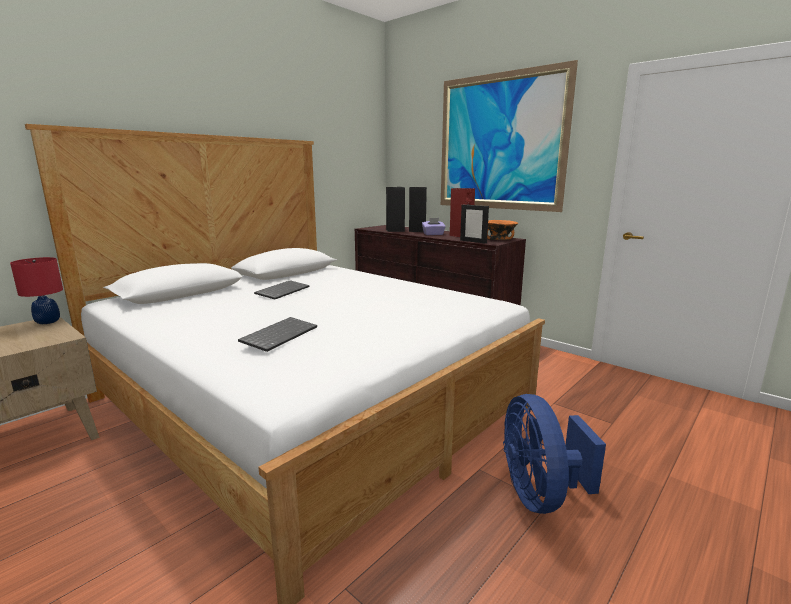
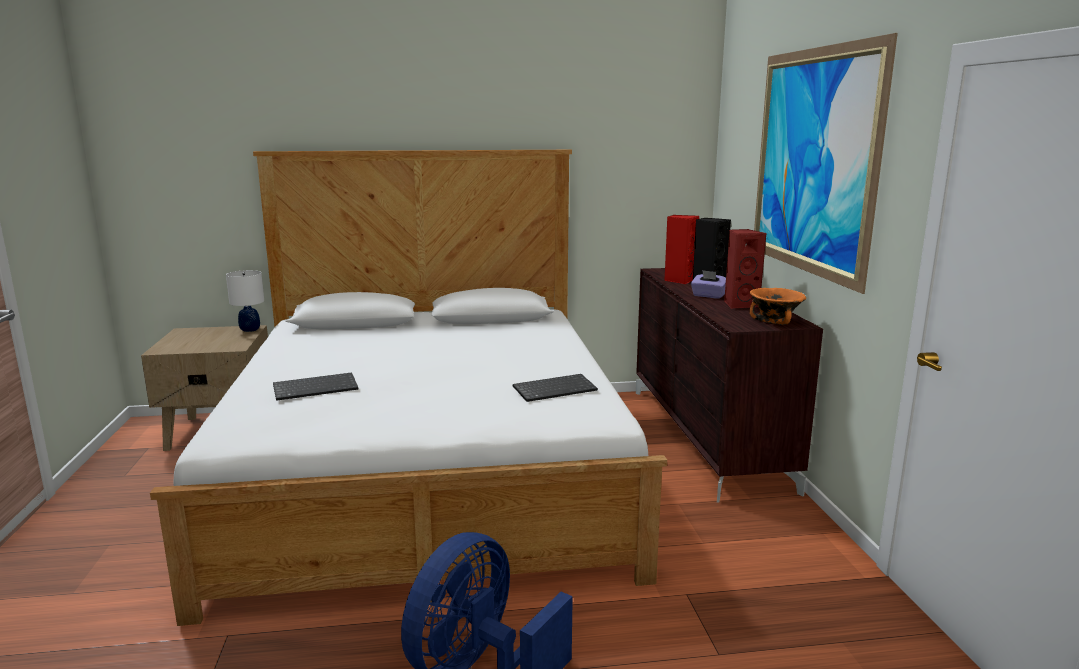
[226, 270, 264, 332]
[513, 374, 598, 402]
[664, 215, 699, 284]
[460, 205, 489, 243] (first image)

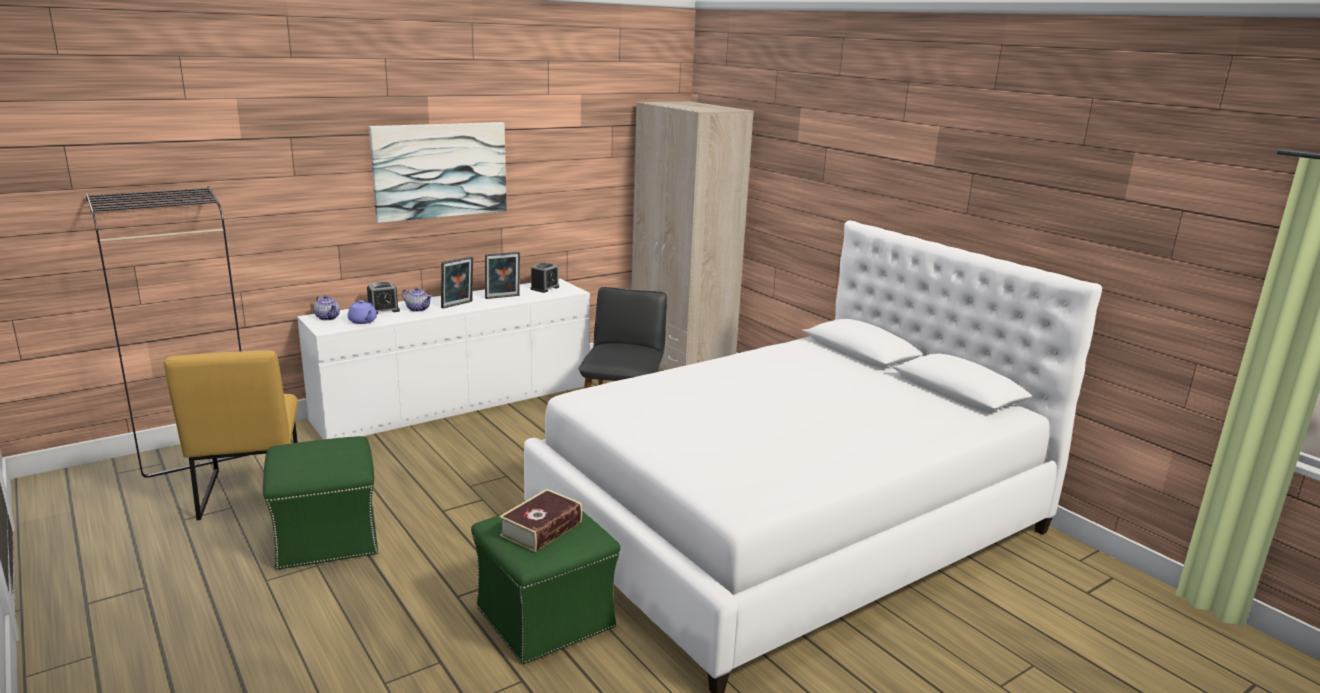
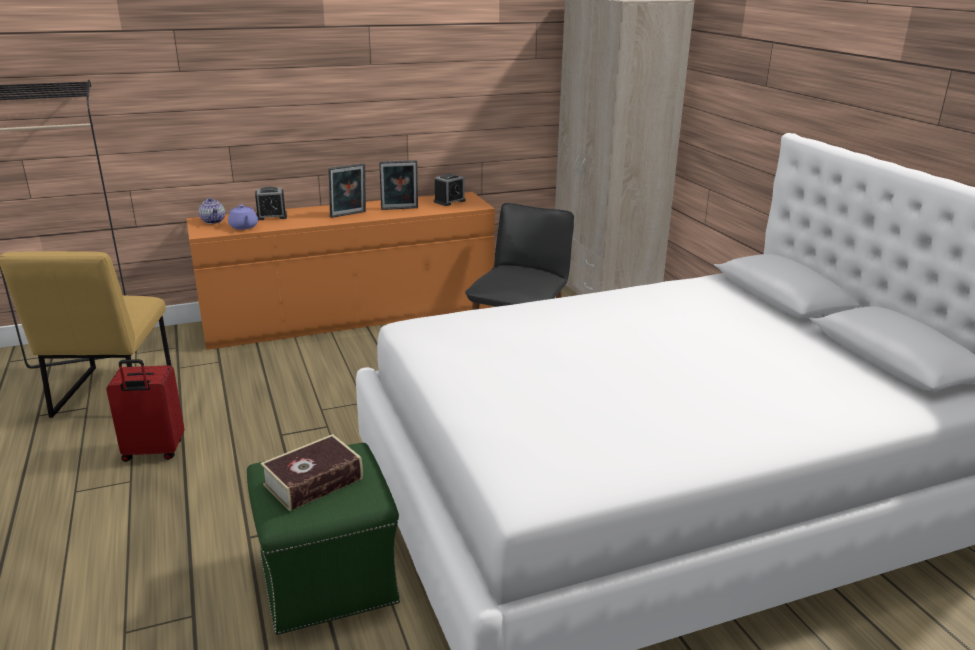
[106, 359, 185, 462]
[186, 192, 495, 350]
[369, 122, 507, 223] (first image)
[402, 287, 432, 312] (first image)

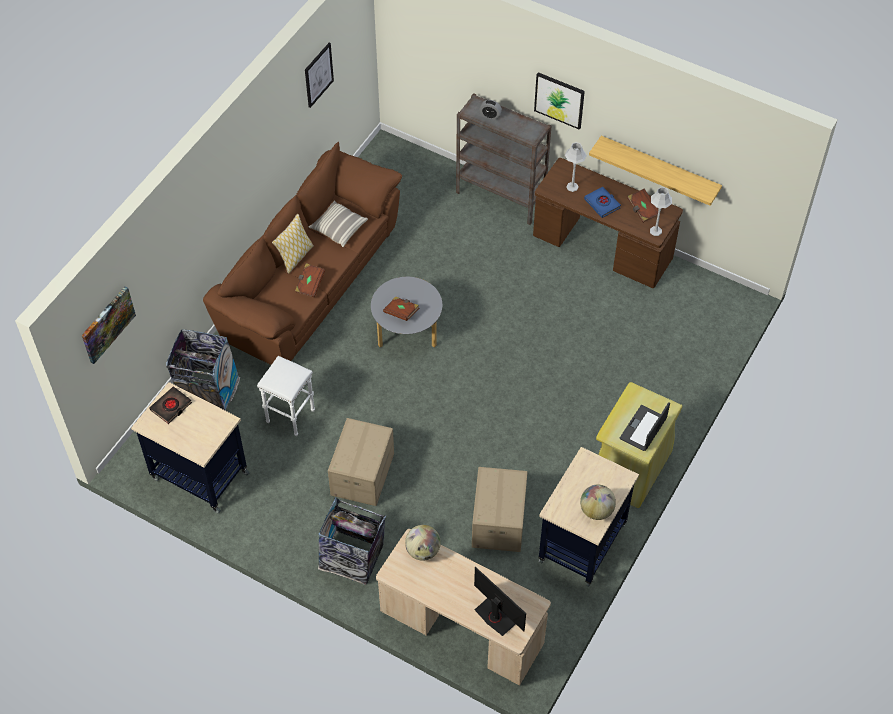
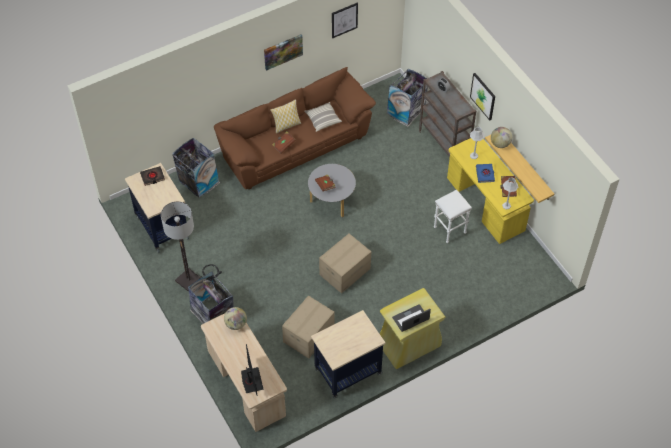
[264, 34, 303, 71]
[434, 190, 472, 243]
[319, 234, 371, 293]
[447, 138, 534, 244]
[491, 127, 512, 148]
[161, 201, 222, 292]
[387, 69, 428, 127]

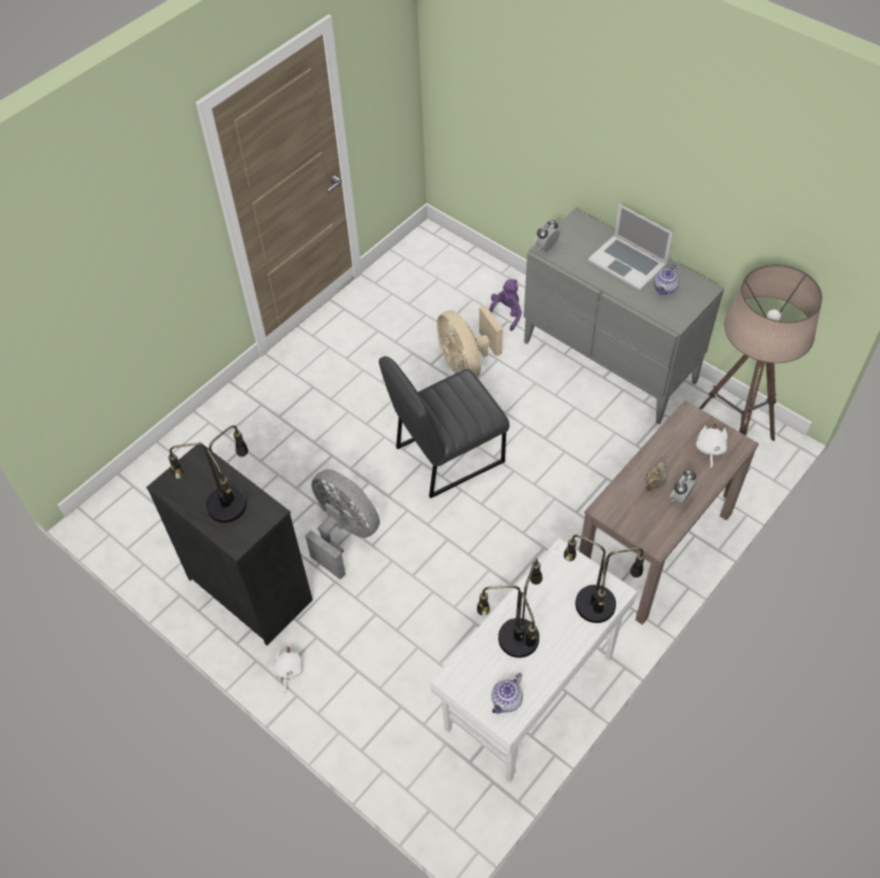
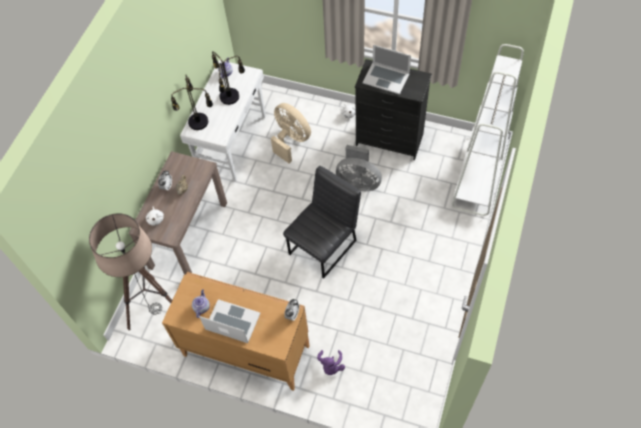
[362, 45, 411, 94]
[271, 103, 311, 163]
[162, 272, 310, 391]
[452, 44, 524, 216]

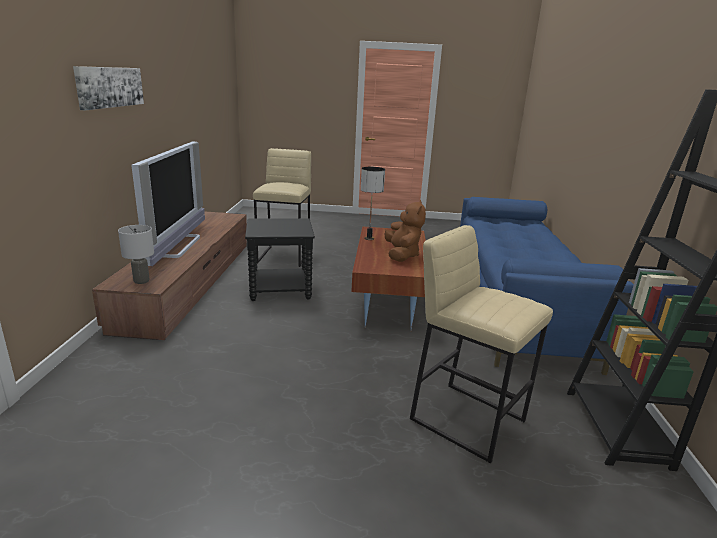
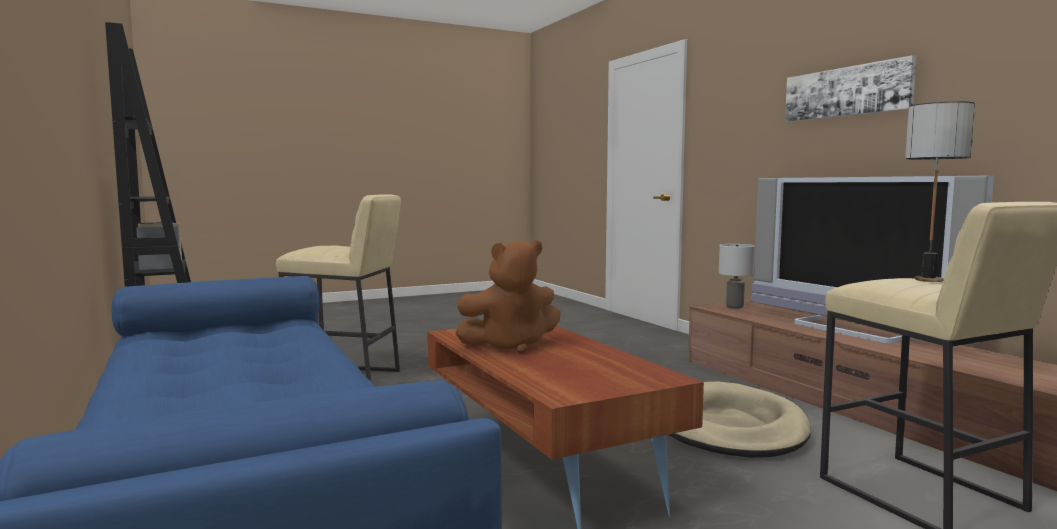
[669, 381, 811, 458]
[905, 101, 975, 282]
[455, 240, 561, 354]

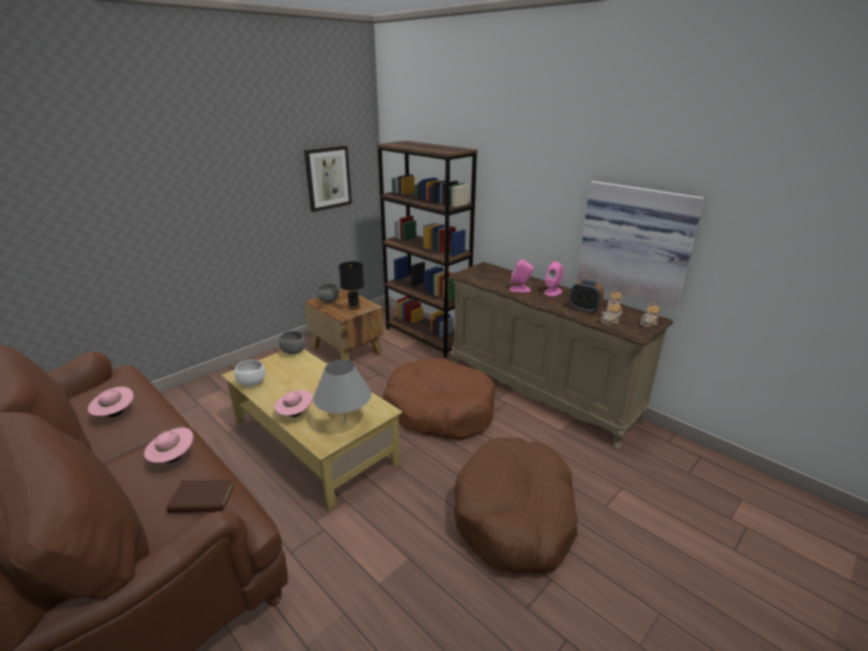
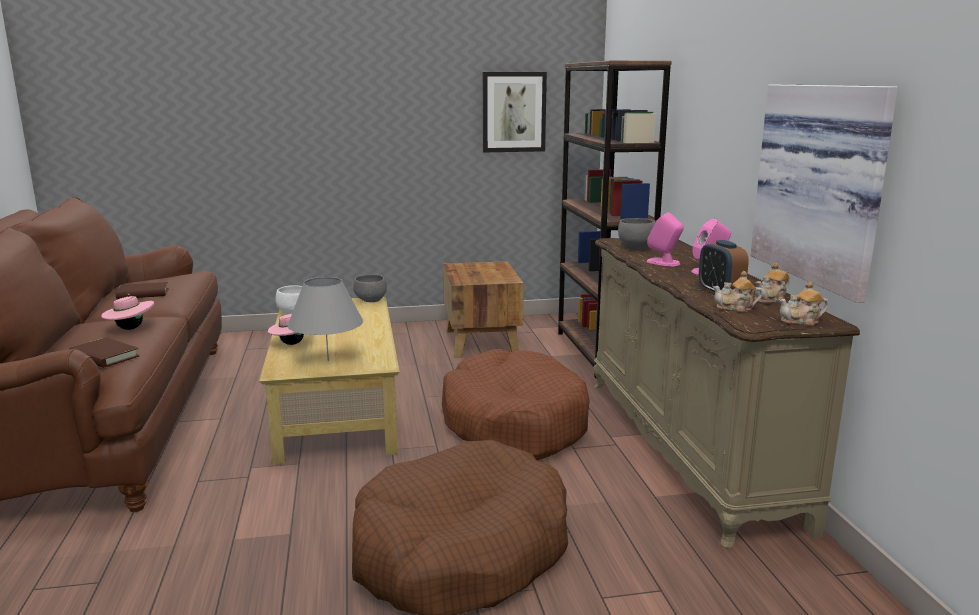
[116, 282, 169, 299]
[618, 218, 655, 250]
[339, 261, 364, 310] (first image)

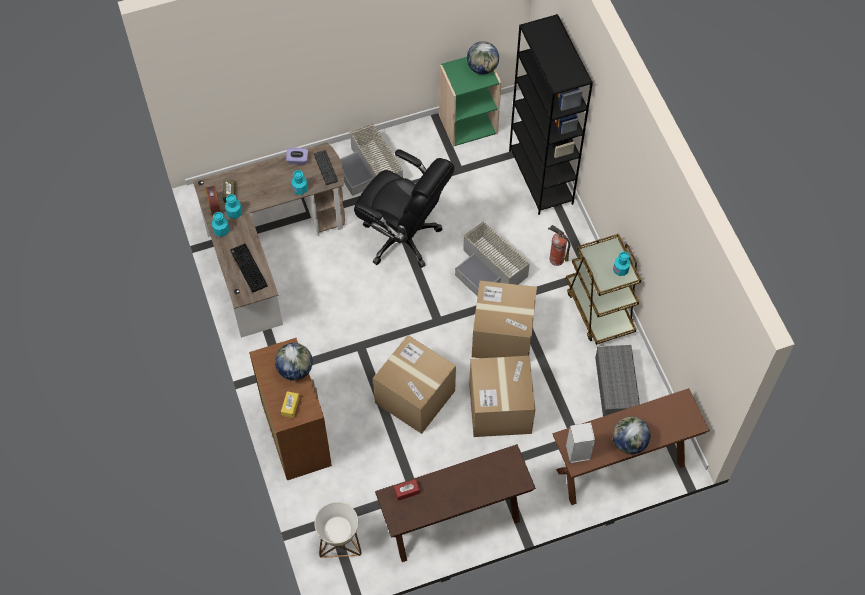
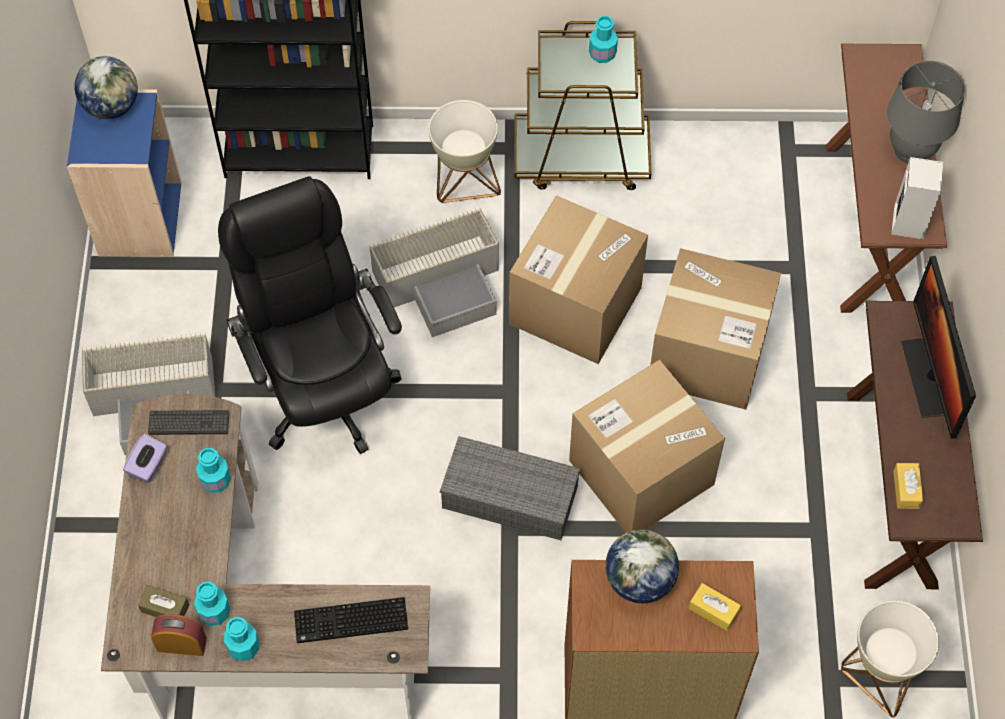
[218, 176, 402, 454]
[893, 463, 923, 509]
[67, 89, 182, 257]
[428, 100, 501, 203]
[440, 436, 580, 540]
[887, 61, 965, 164]
[901, 256, 976, 439]

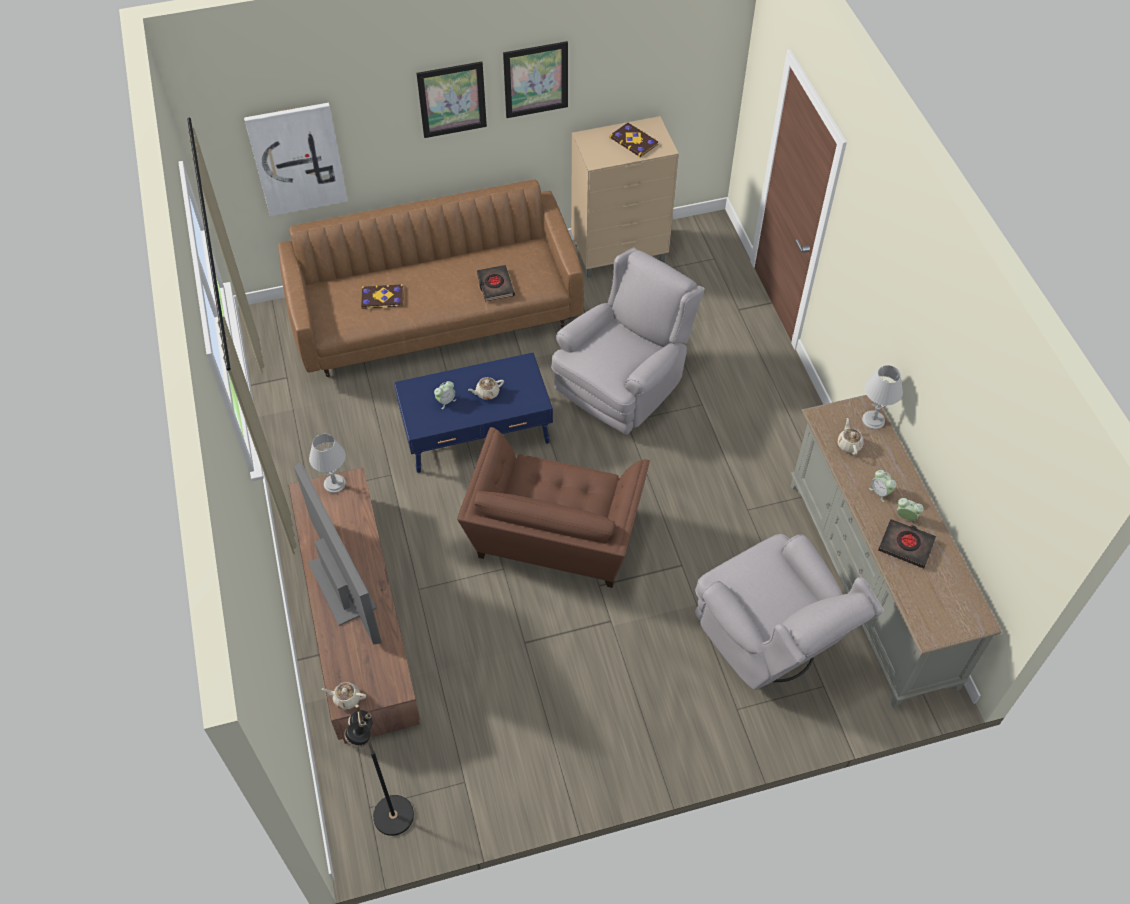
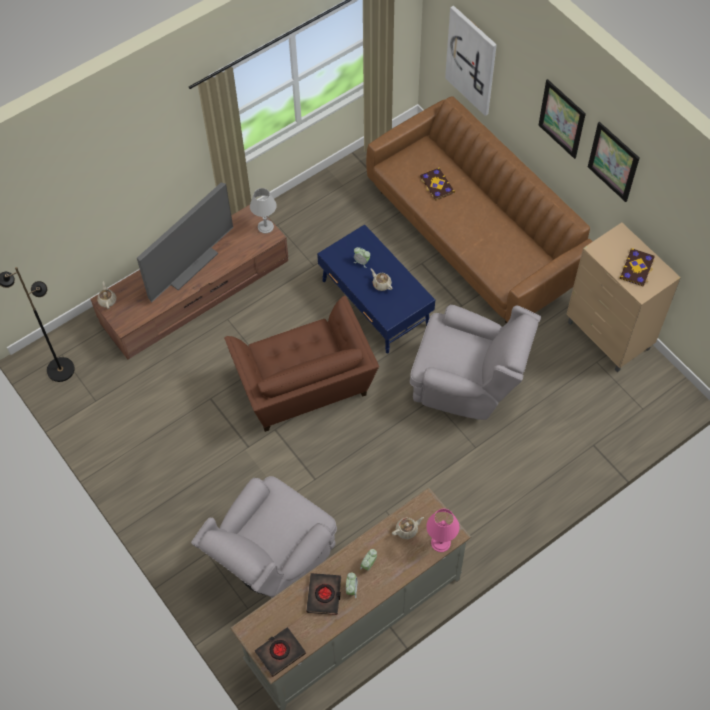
[224, 296, 379, 432]
[255, 627, 306, 677]
[426, 509, 459, 552]

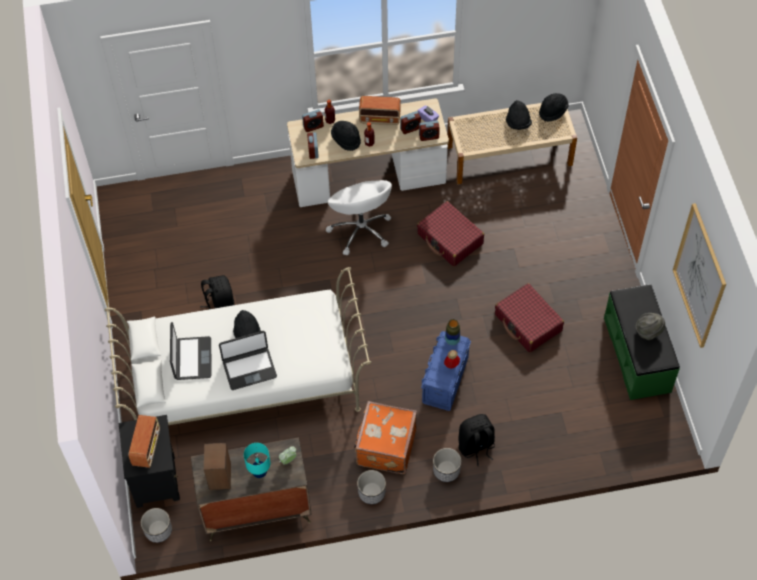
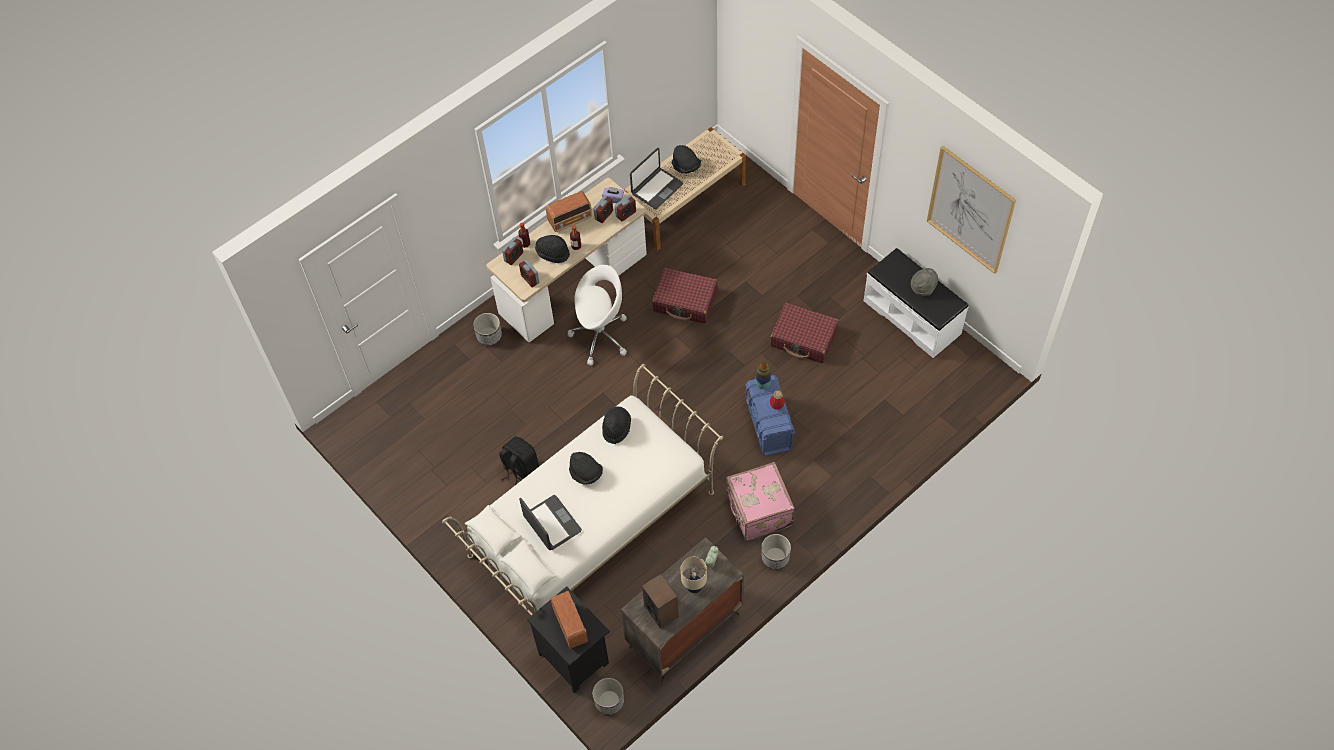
[630, 148, 683, 209]
[681, 557, 707, 593]
[568, 265, 627, 366]
[726, 462, 795, 541]
[473, 313, 502, 346]
[458, 414, 495, 466] (first image)
[602, 406, 631, 444]
[864, 248, 968, 358]

